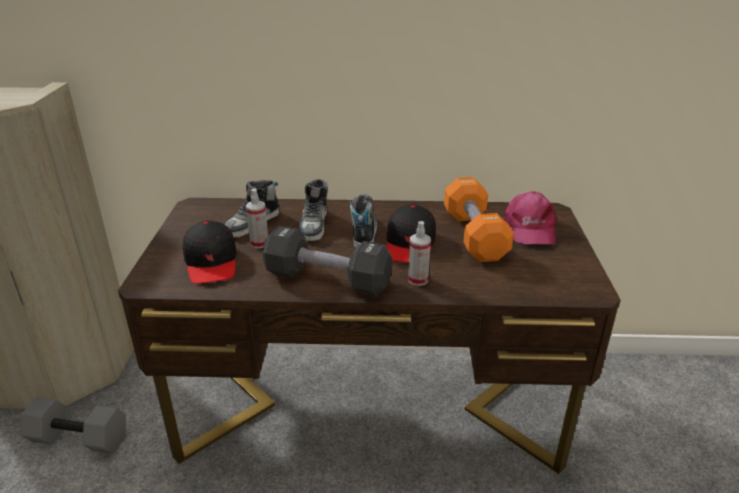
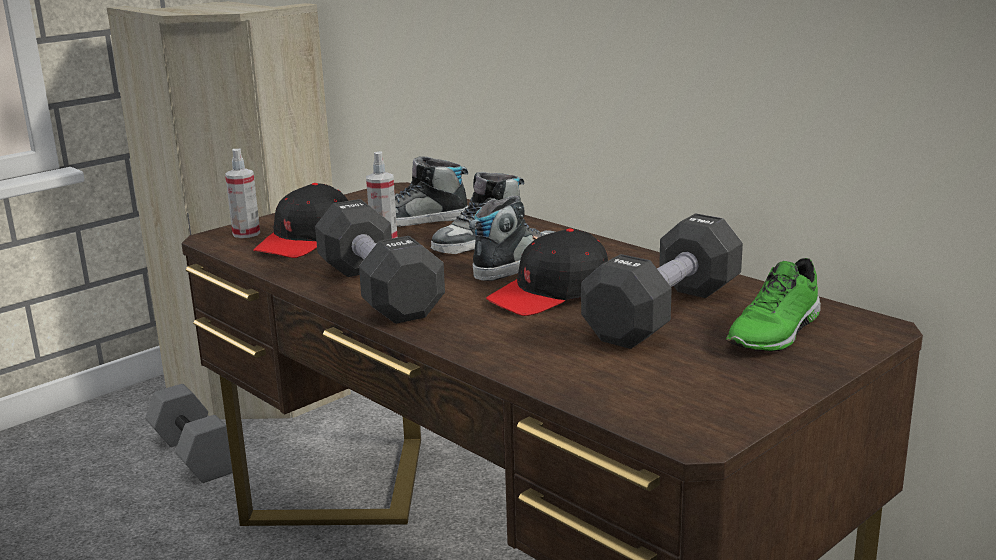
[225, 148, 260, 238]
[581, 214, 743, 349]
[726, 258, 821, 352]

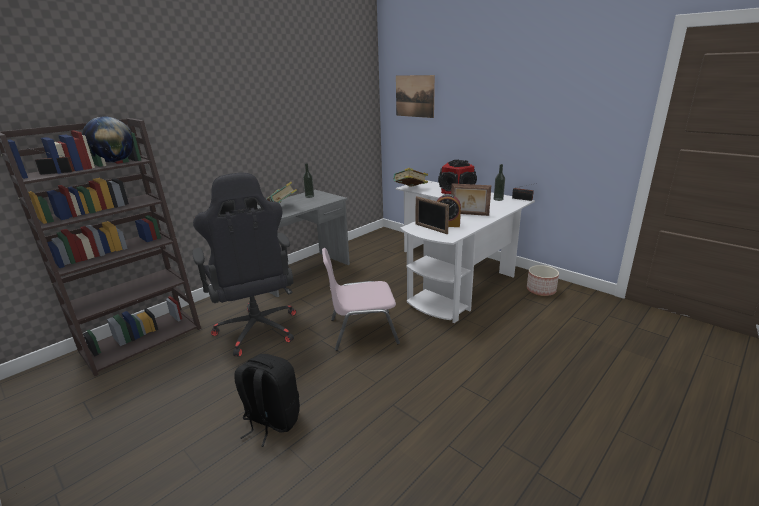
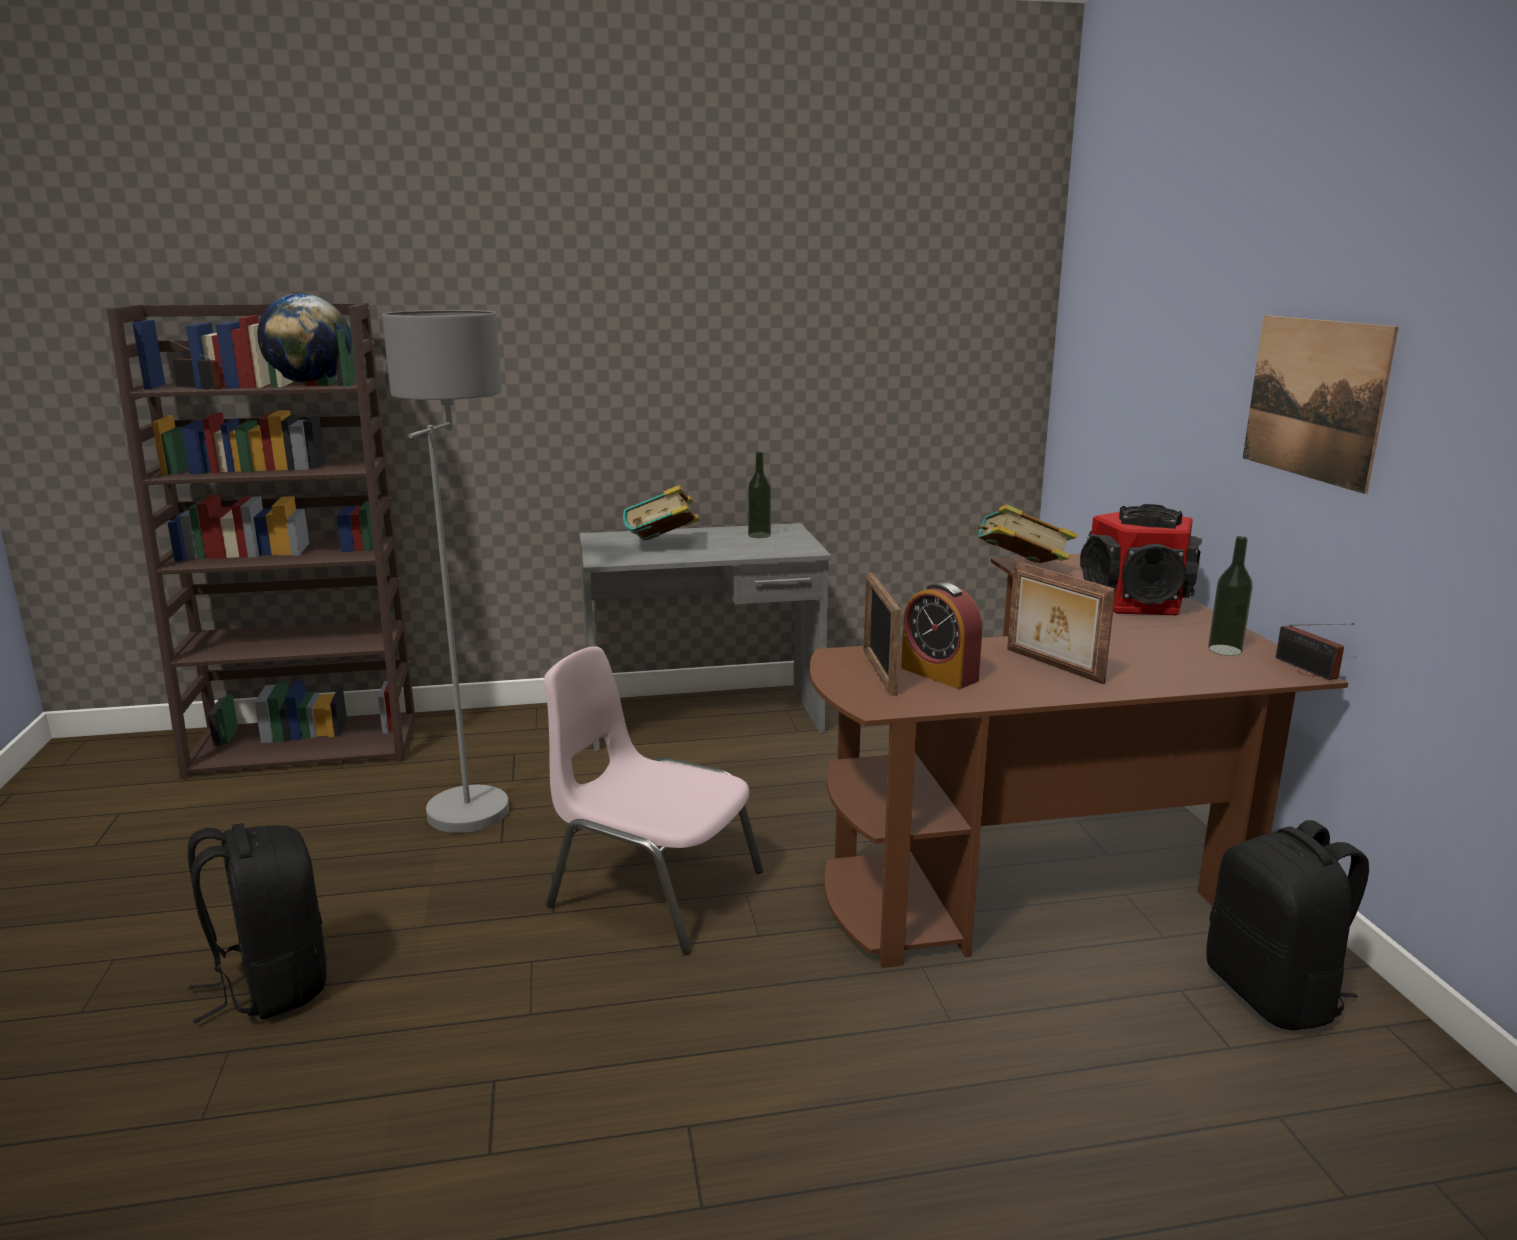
[382, 310, 509, 833]
[810, 554, 1348, 968]
[1243, 315, 1399, 494]
[1206, 820, 1369, 1030]

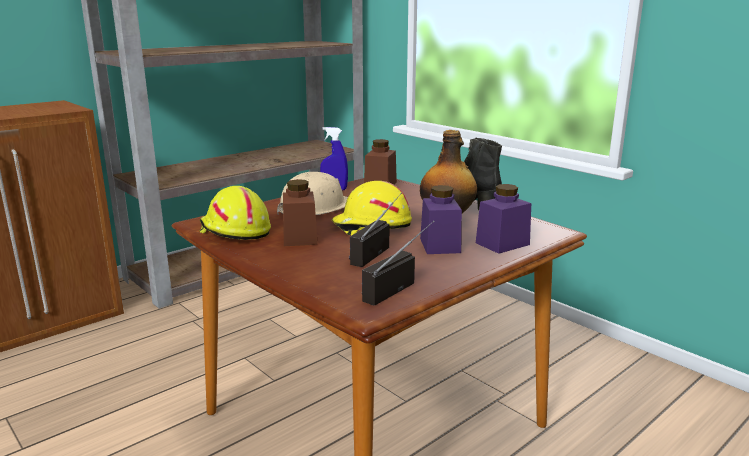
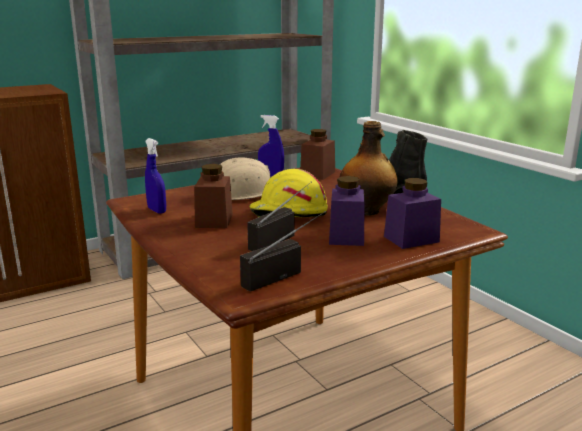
[145, 138, 166, 214]

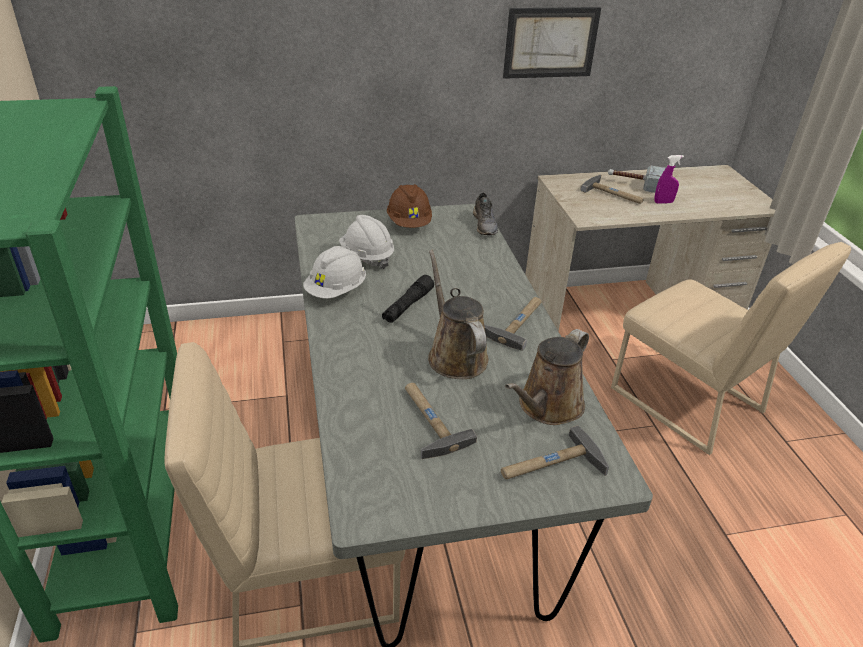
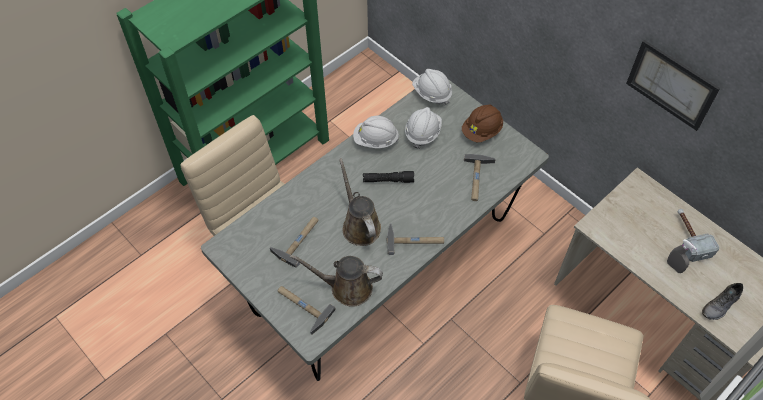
[339, 158, 381, 246]
[702, 283, 743, 320]
[464, 154, 496, 201]
[667, 239, 697, 273]
[412, 69, 452, 106]

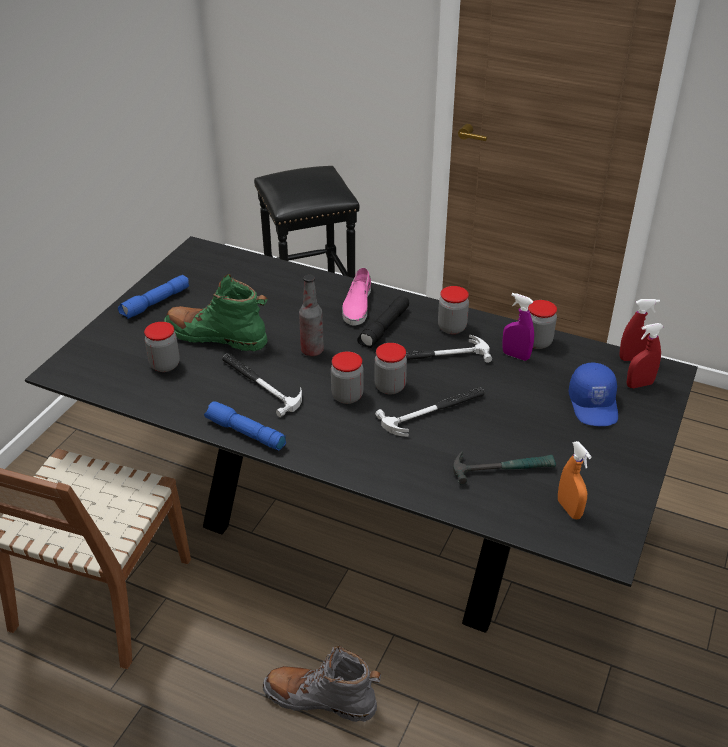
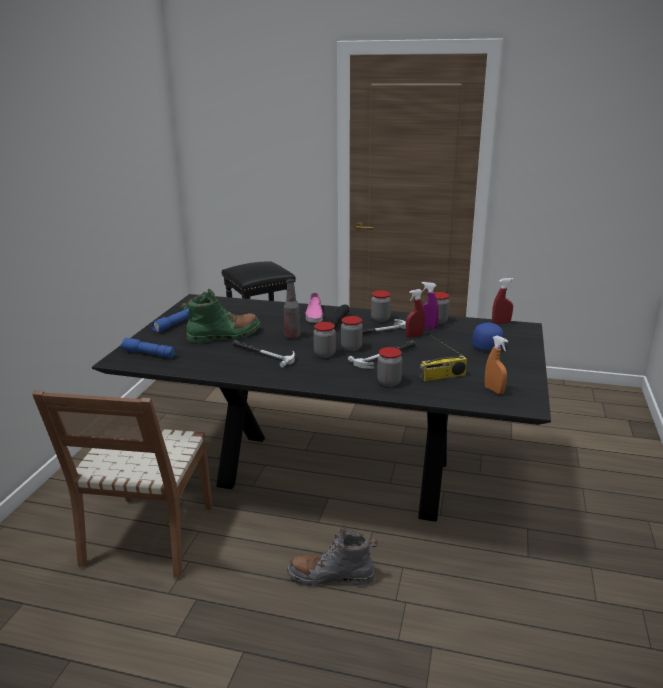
[377, 347, 402, 387]
[181, 289, 261, 344]
[120, 338, 176, 358]
[419, 335, 467, 381]
[472, 323, 504, 350]
[405, 289, 425, 338]

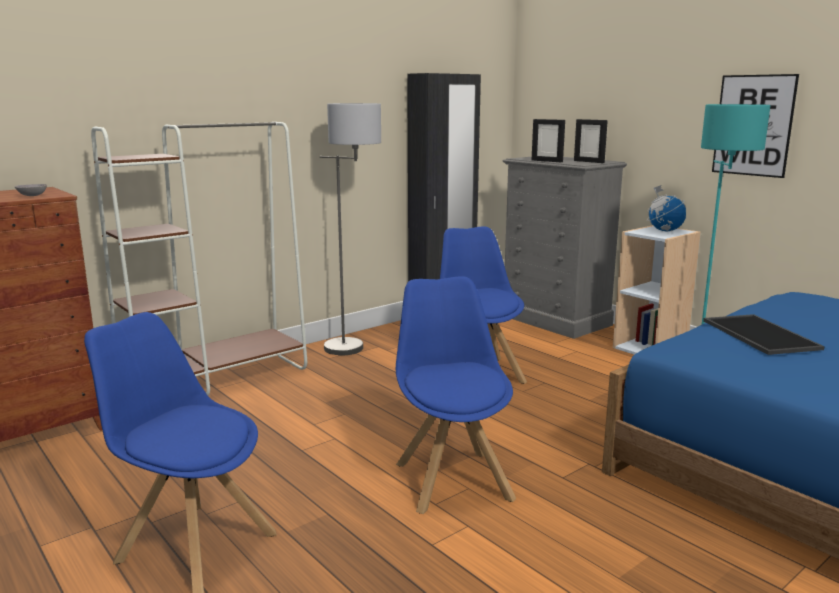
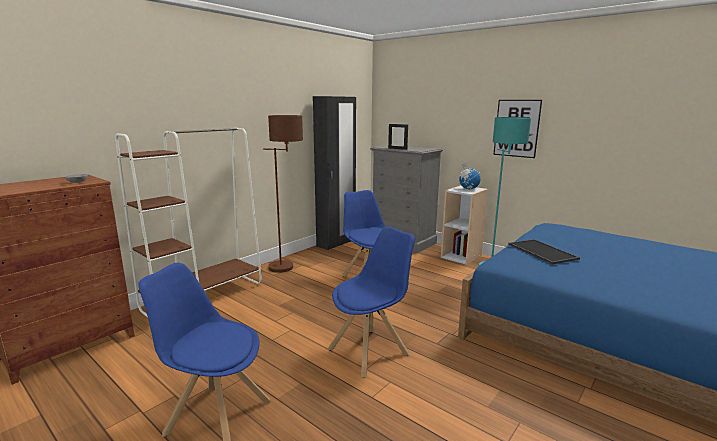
[263, 115, 303, 273]
[328, 227, 415, 378]
[574, 119, 608, 163] (first image)

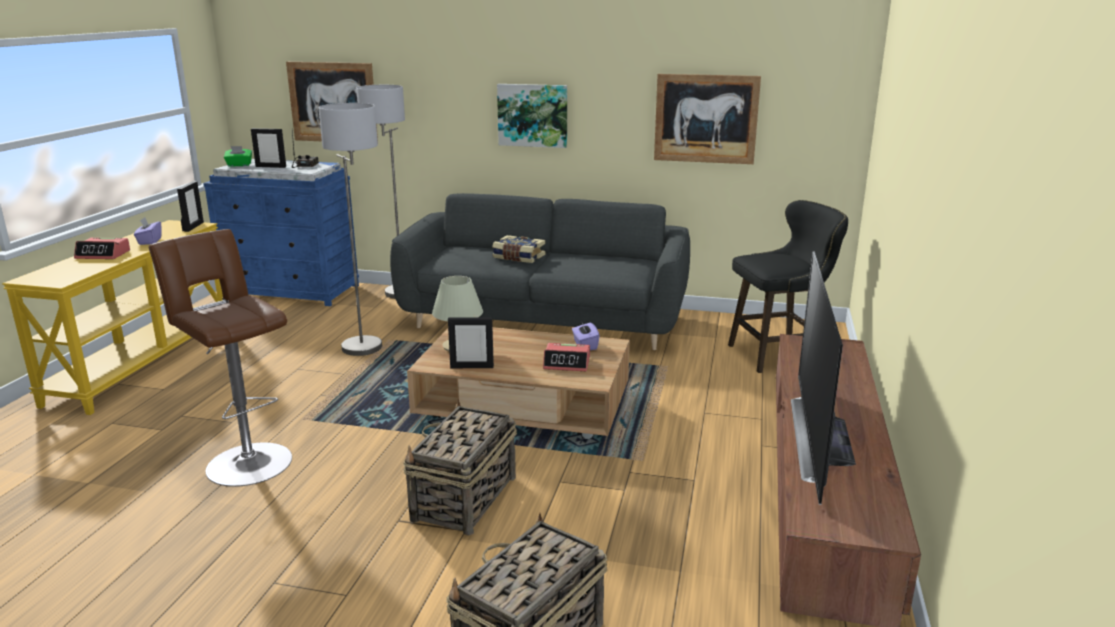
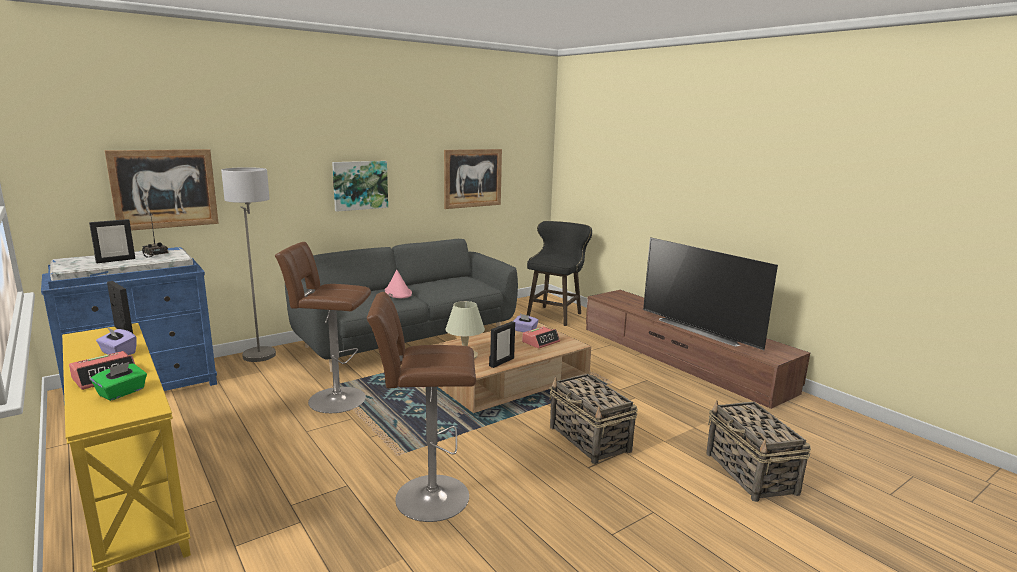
[91, 362, 147, 401]
[275, 242, 371, 413]
[385, 270, 412, 298]

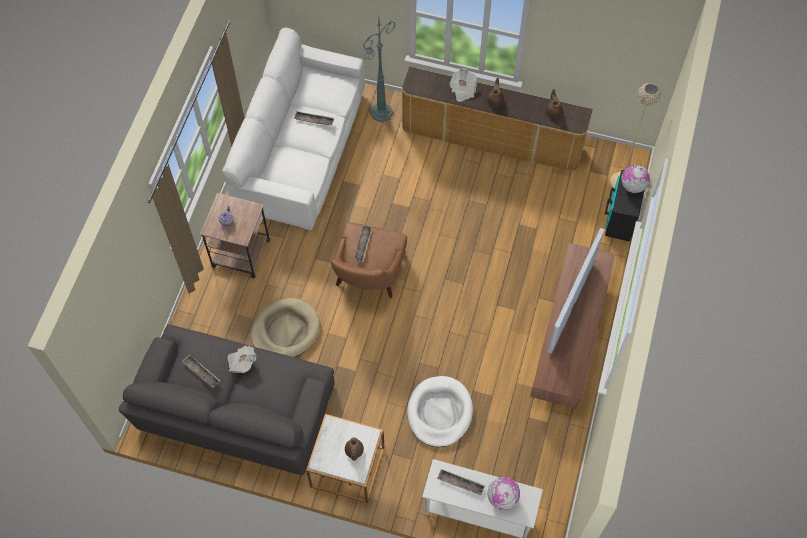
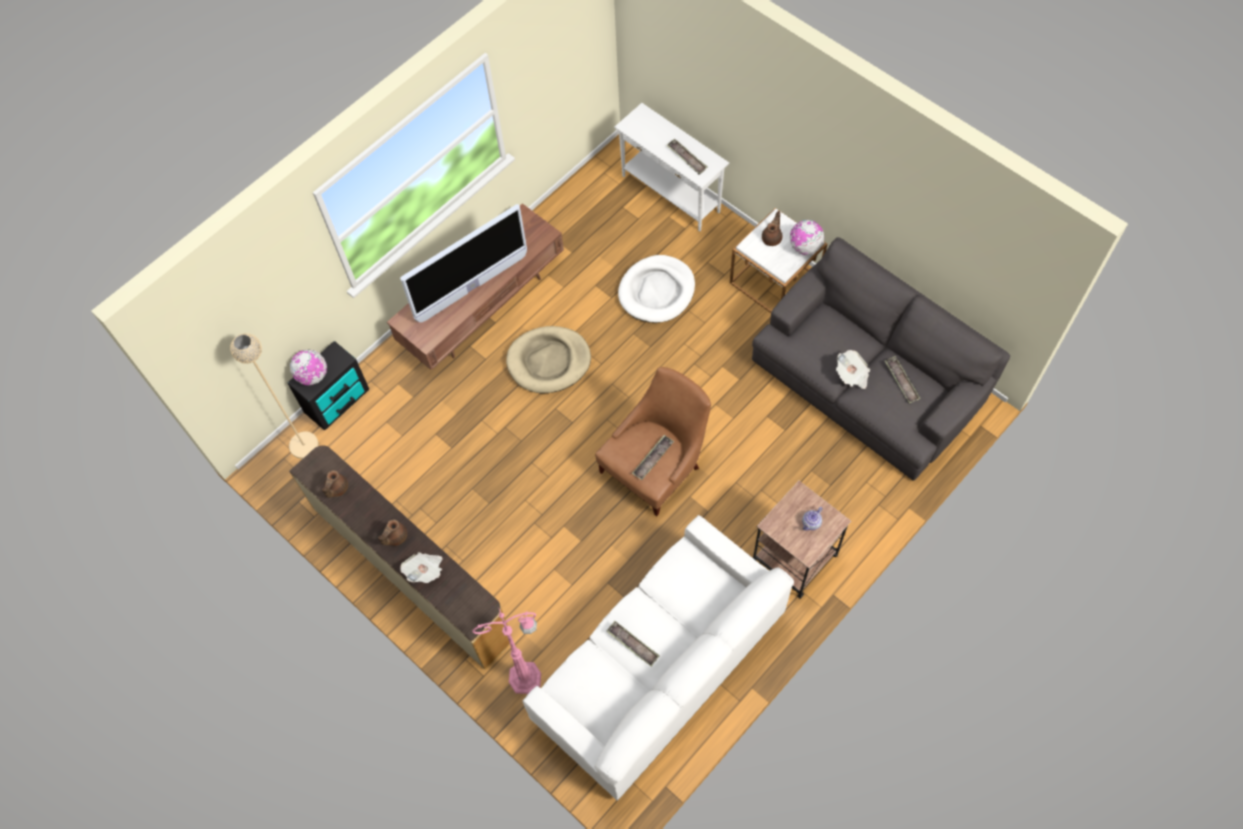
[506, 326, 591, 393]
[472, 607, 541, 694]
[790, 220, 824, 255]

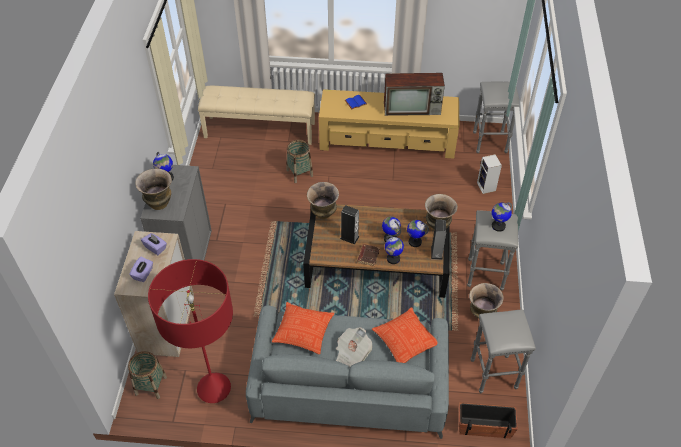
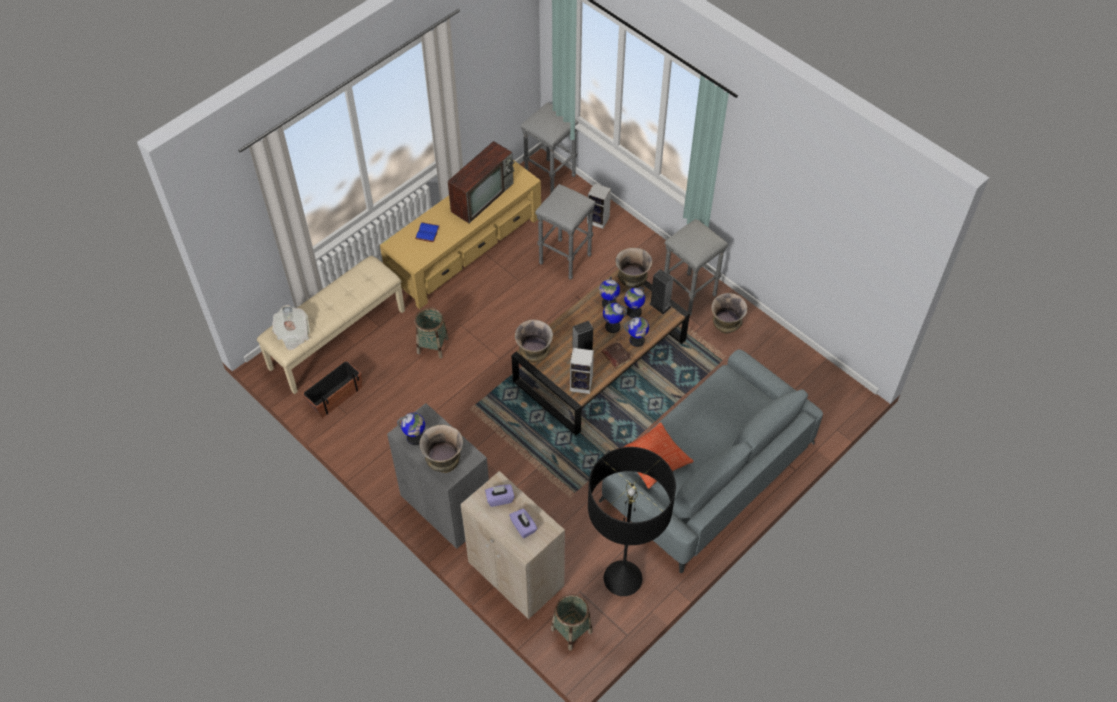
[588, 447, 676, 596]
[272, 305, 310, 350]
[372, 307, 437, 363] (first image)
[301, 360, 362, 418]
[535, 184, 596, 280]
[599, 276, 620, 307]
[570, 348, 594, 394]

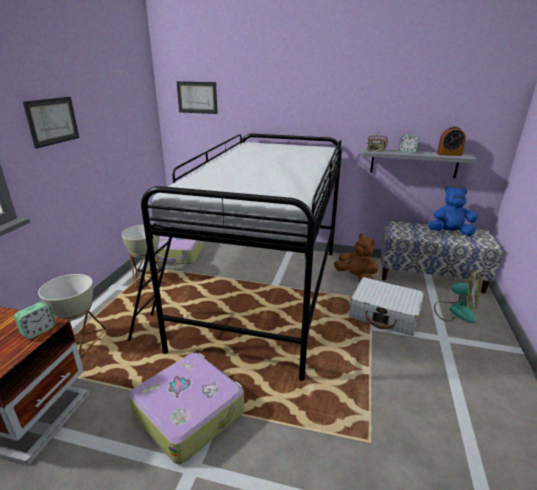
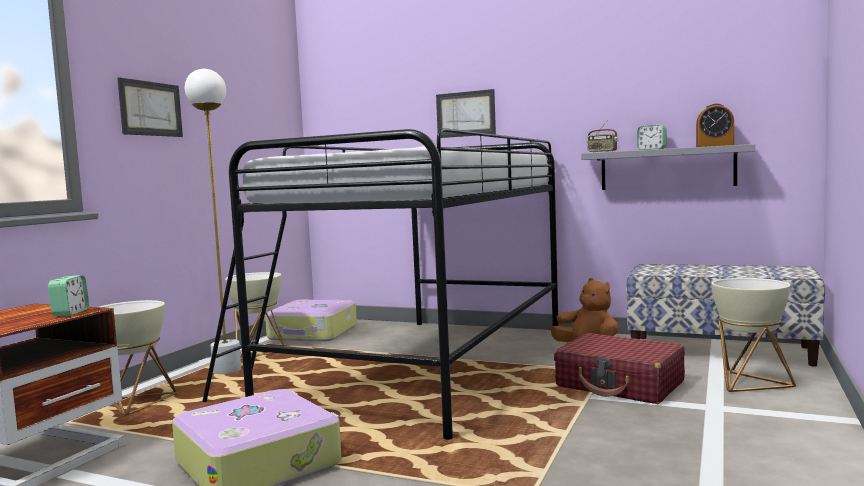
[48, 275, 89, 316]
[436, 89, 496, 138]
[554, 333, 685, 404]
[429, 186, 478, 236] (first image)
[711, 278, 796, 392]
[185, 69, 241, 374]

